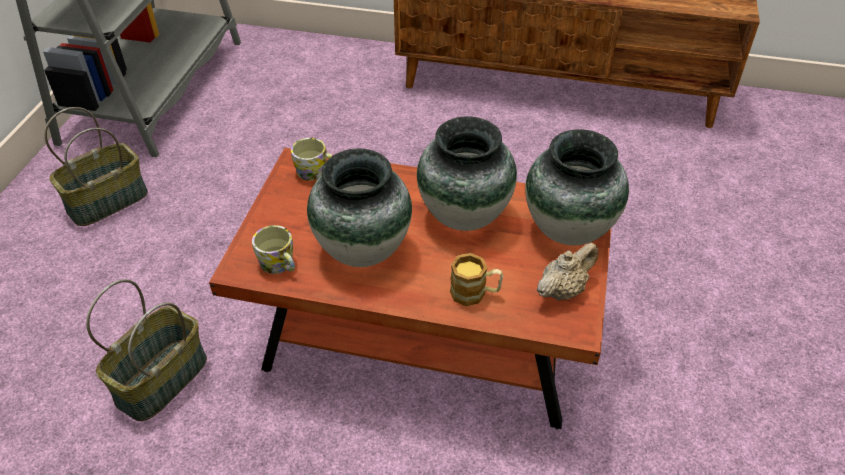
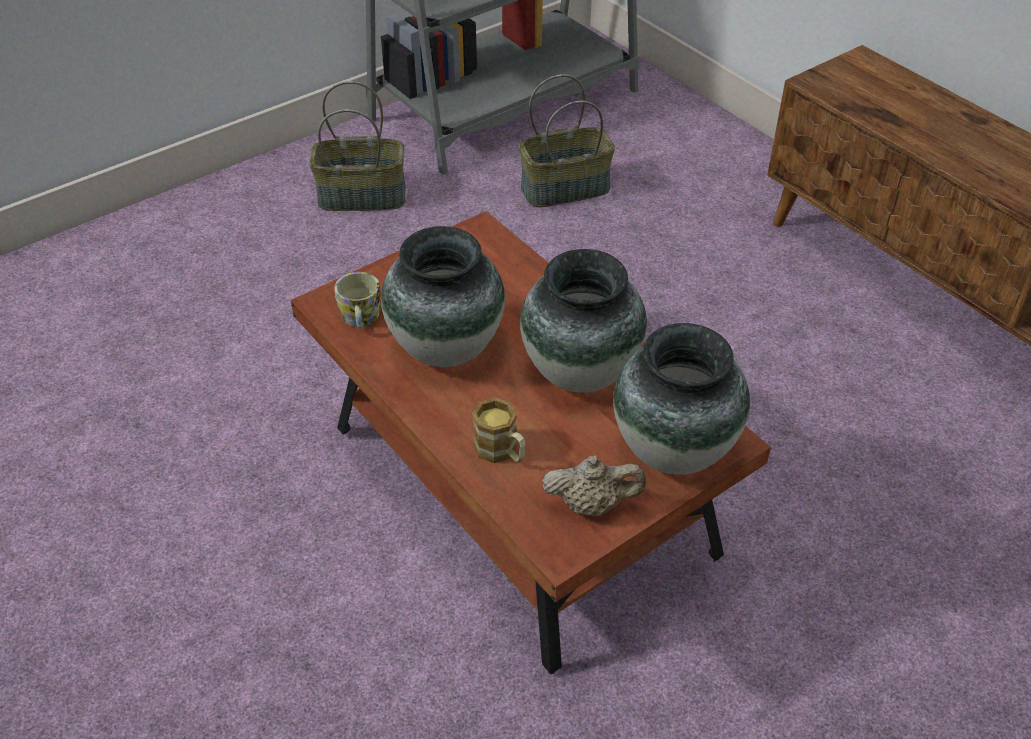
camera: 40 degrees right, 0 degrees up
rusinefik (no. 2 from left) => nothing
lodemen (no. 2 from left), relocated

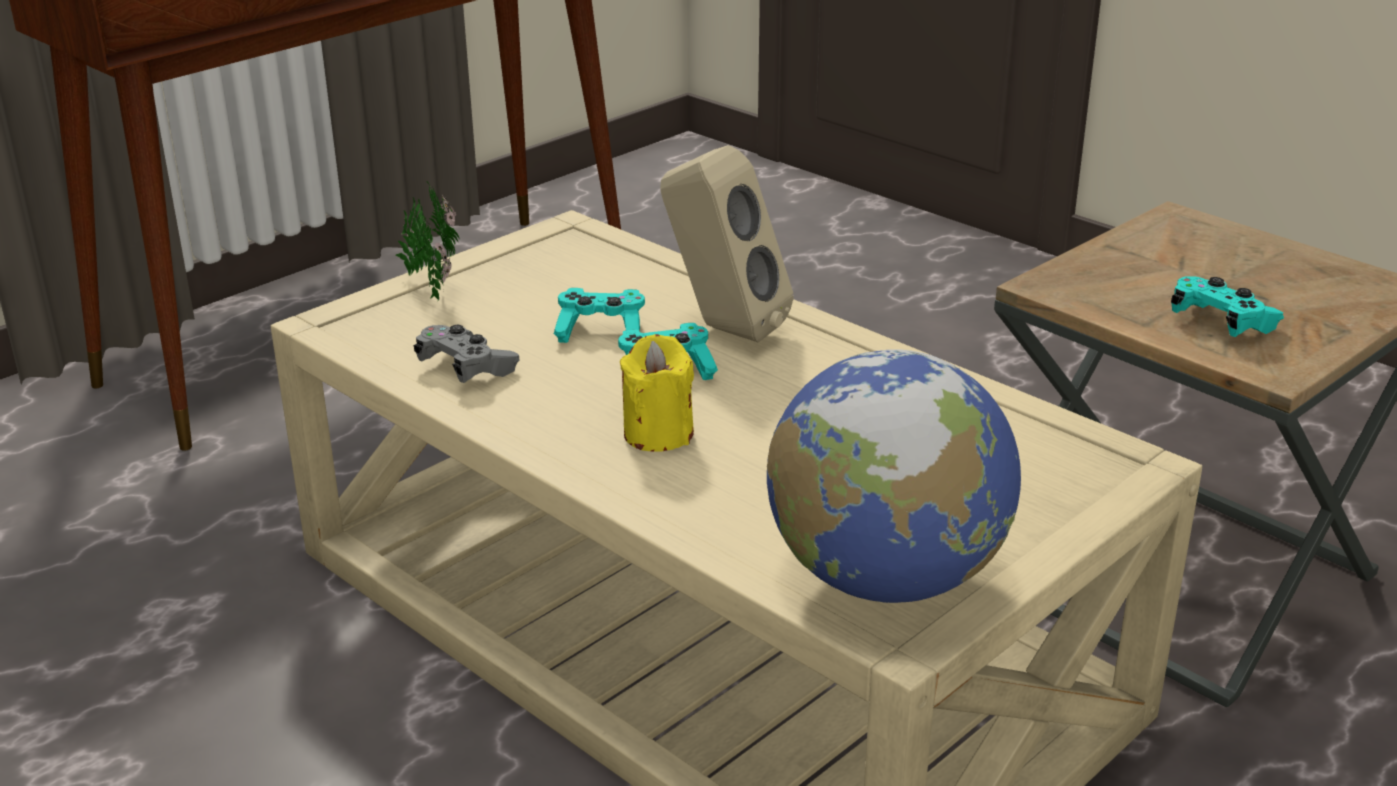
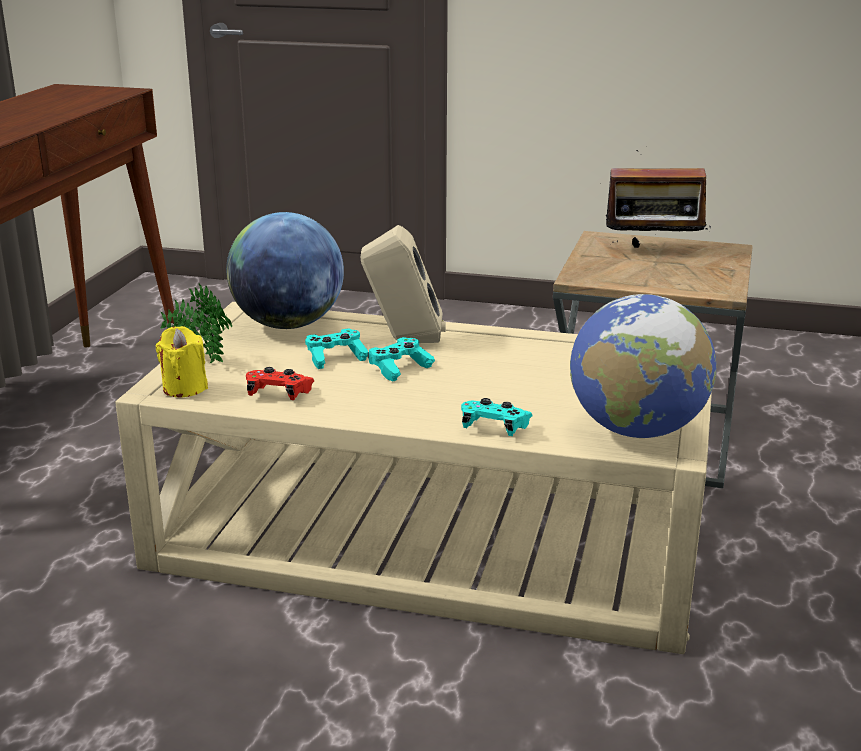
camera: 30 degrees left, 5 degrees down
nothing => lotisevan (no. 1 from left)
nothing => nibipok
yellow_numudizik, relocated
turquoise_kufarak (no. 3 from left), relocated
grey_kufarak => red_kufarak

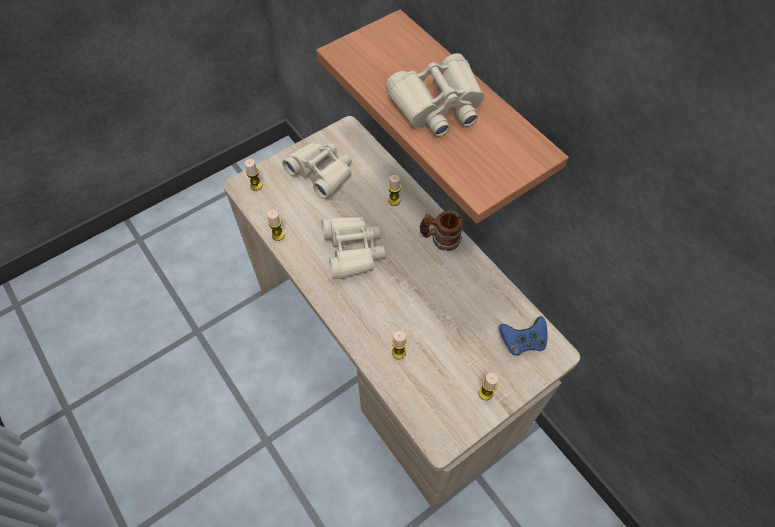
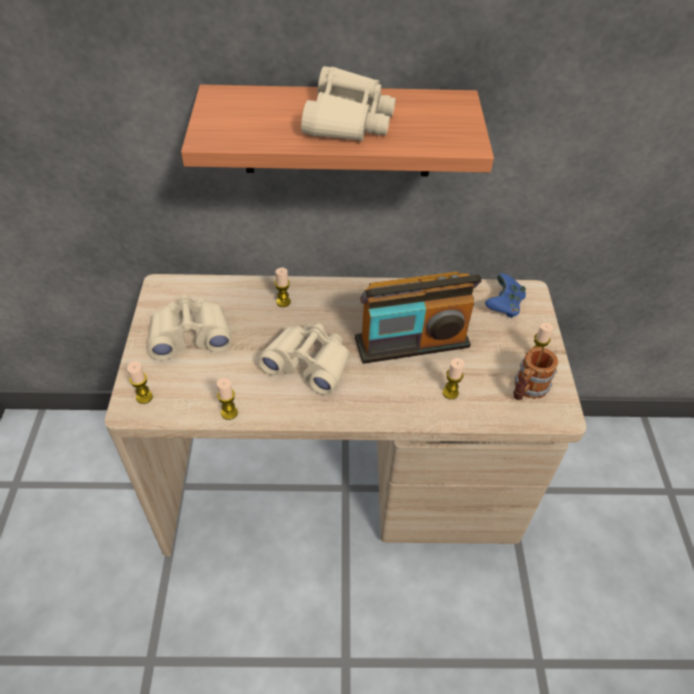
camera: 55 degrees left, 10 degrees down
nothing => nibipok
rusinefik, relocated

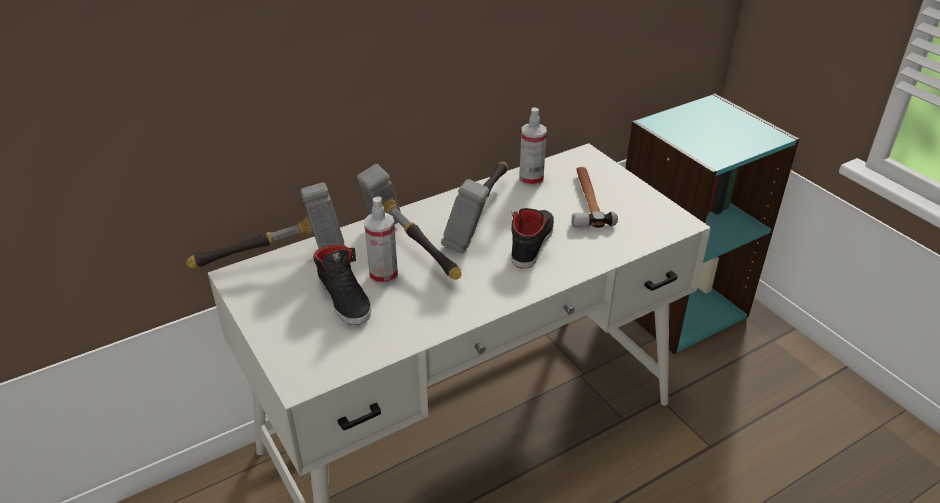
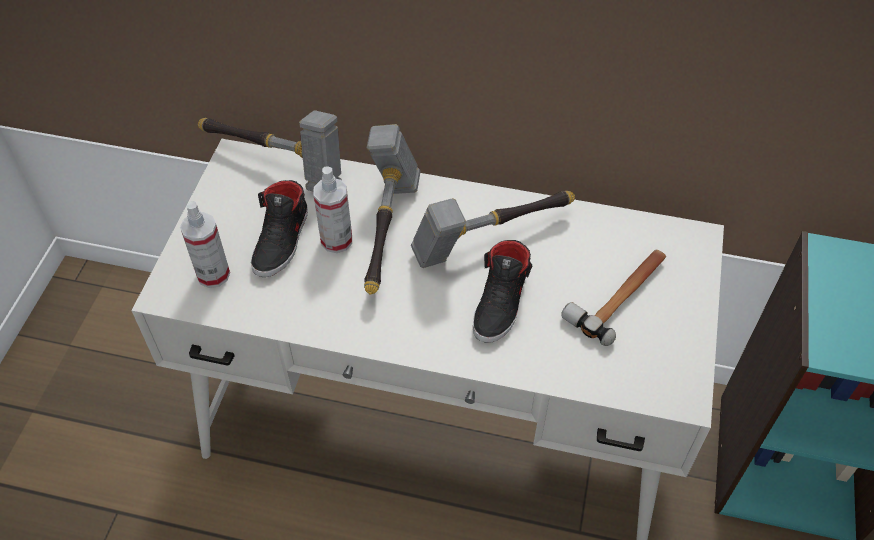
camera: 45 degrees right, 15 degrees up
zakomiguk (no. 2 from left in the first image) => zakomiguk (no. 1 from left), relocated
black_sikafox (no. 2 from left), 135 degrees clockwise

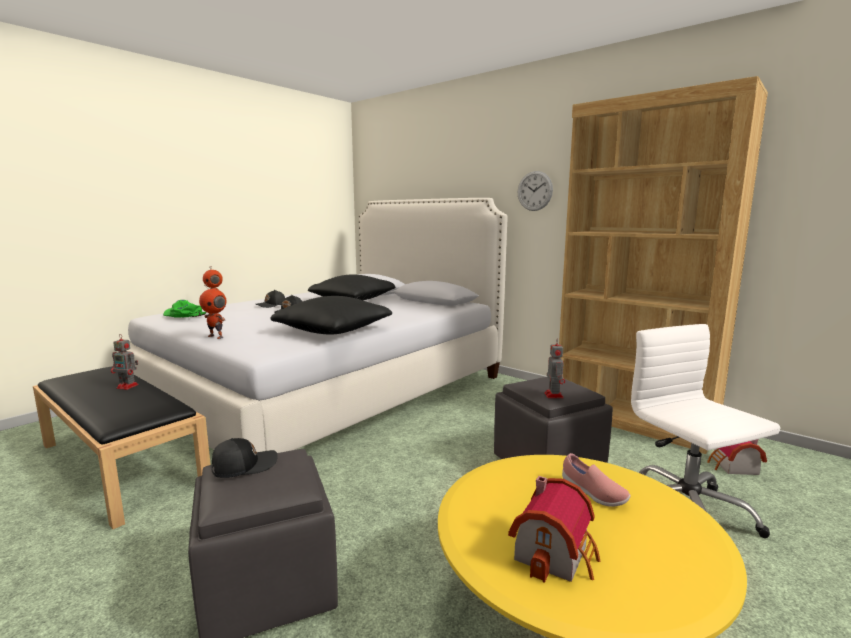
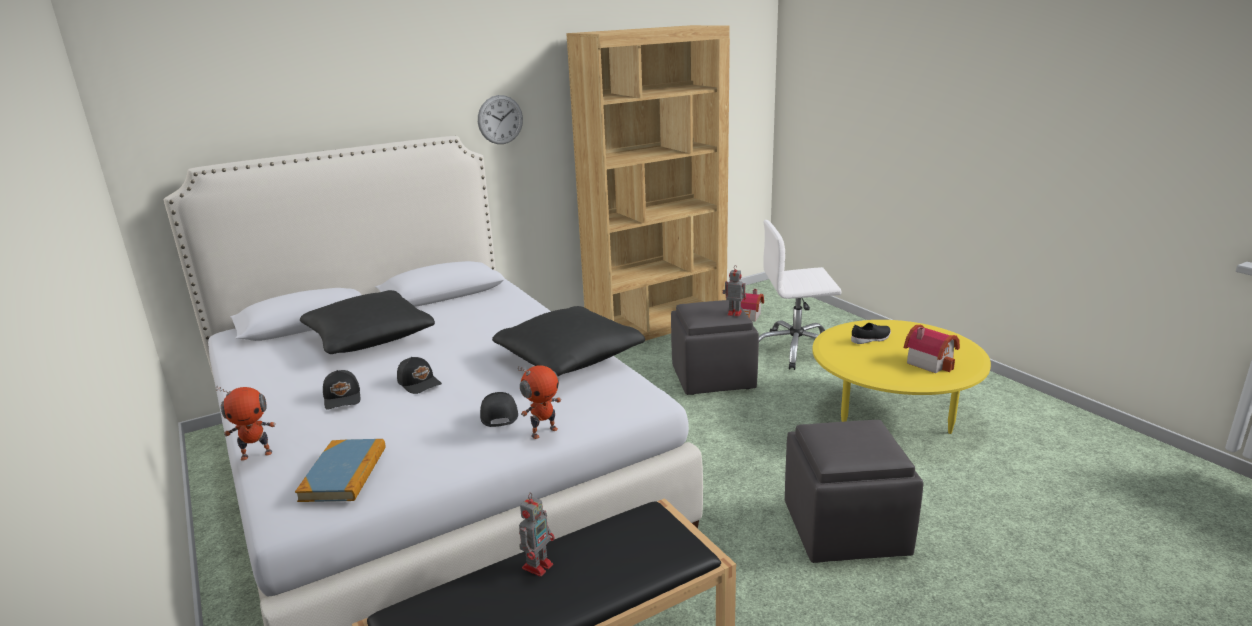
camera: 70 degrees left, 10 degrees up
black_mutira (no. 1 from left in the first image) => black_mutira (no. 3 from left), relocated
green_mutira => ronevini
pink_sikafox => black_sikafox

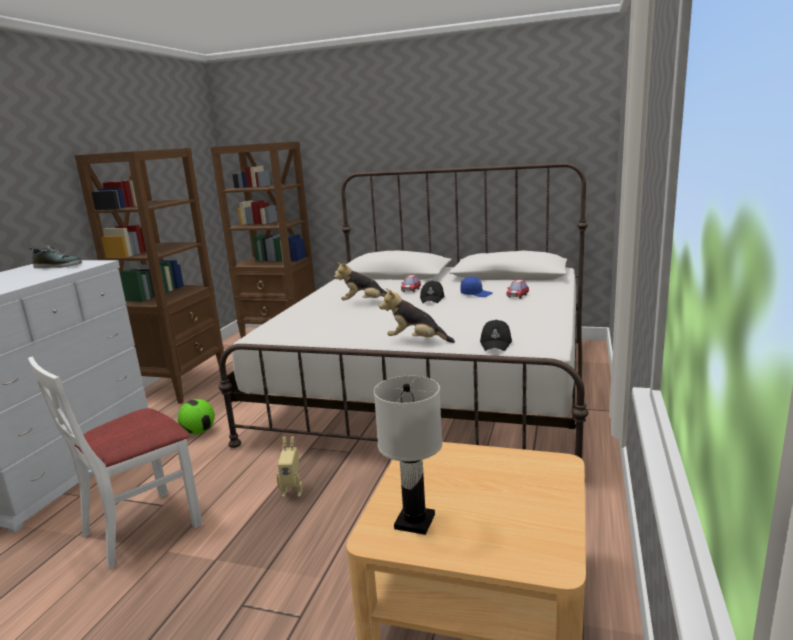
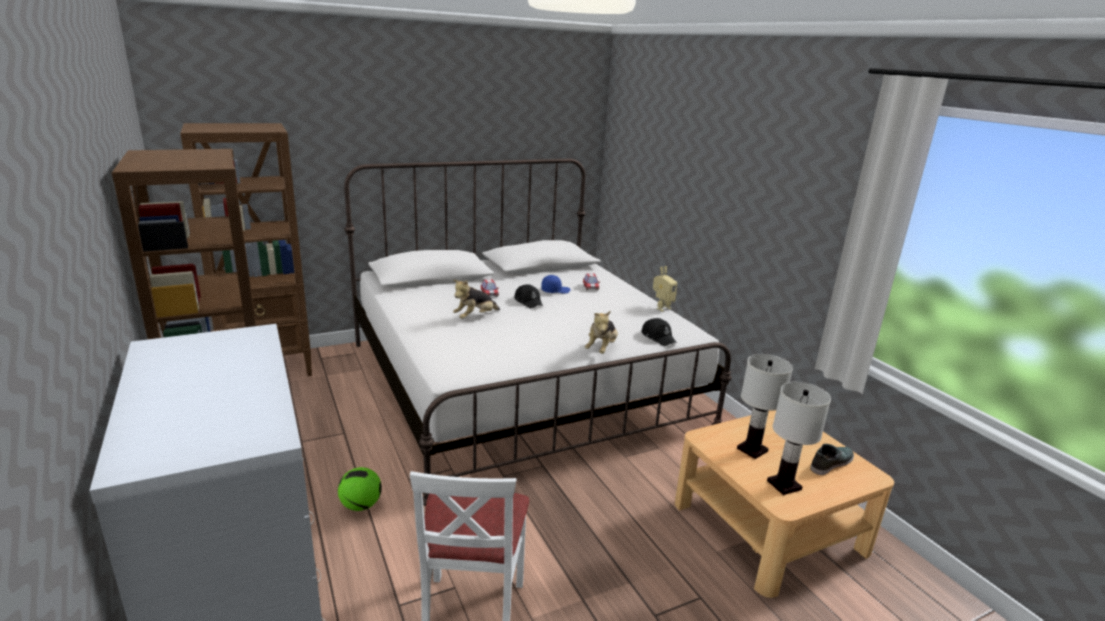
camera: 45 degrees left, 5 degrees up
nothing => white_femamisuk (no. 1 from left)
sikafox, relocated
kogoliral, relocated
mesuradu (no. 2 from left), 45 degrees counterclockwise

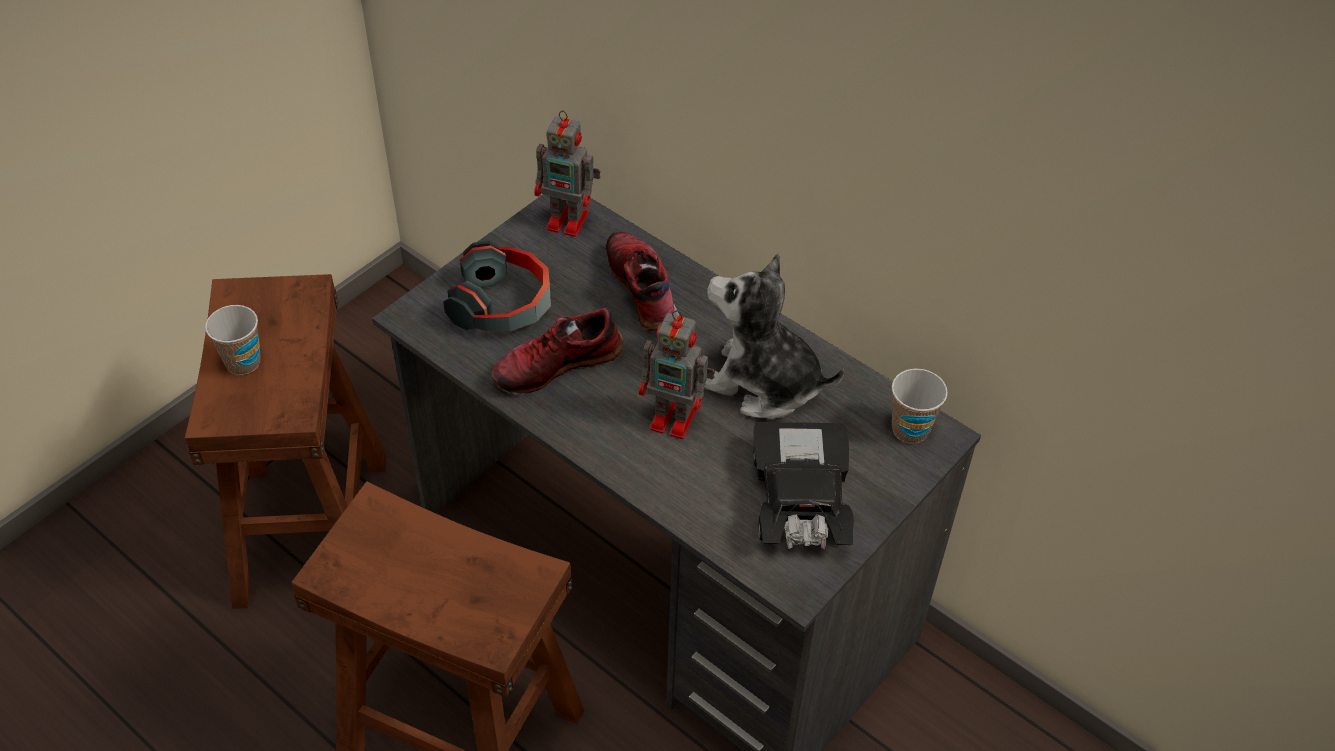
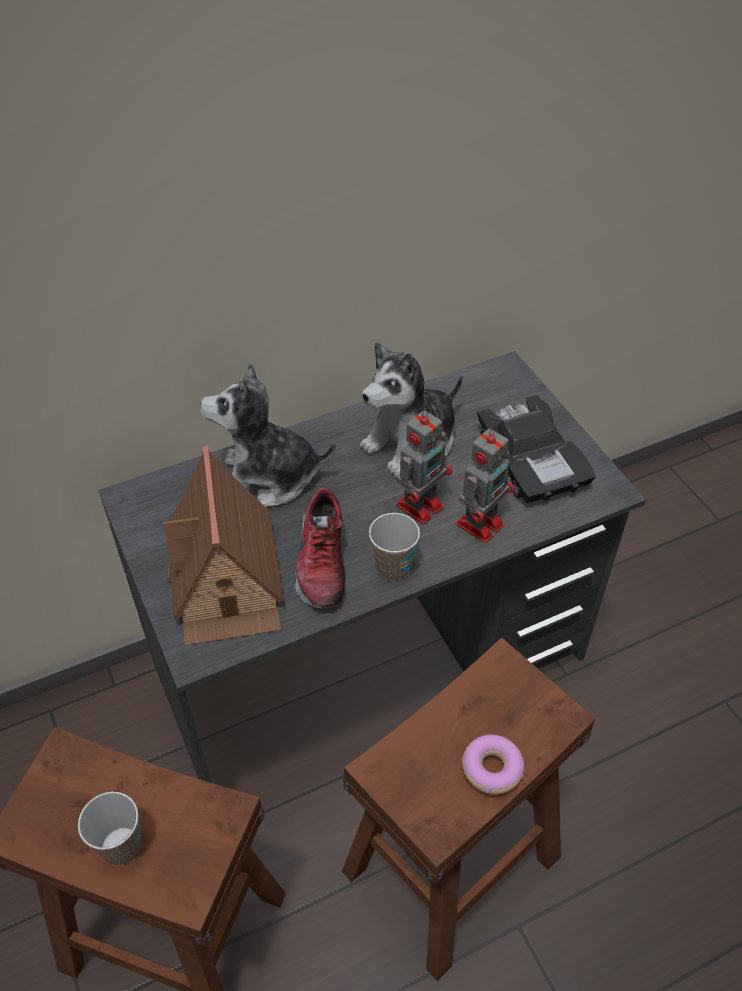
camera: 65 degrees left, 0 degrees up
nothing => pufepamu
kogoliral (no. 1 from left in the first image) => kogoliral (no. 2 from left), relocated
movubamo (no. 2 from left), relocated
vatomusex => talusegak
sikafox (no. 2 from left) => mesuradu (no. 1 from left)
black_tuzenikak, 135 degrees counterclockwise

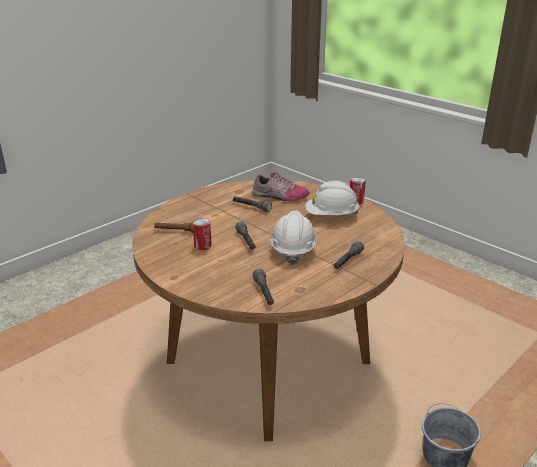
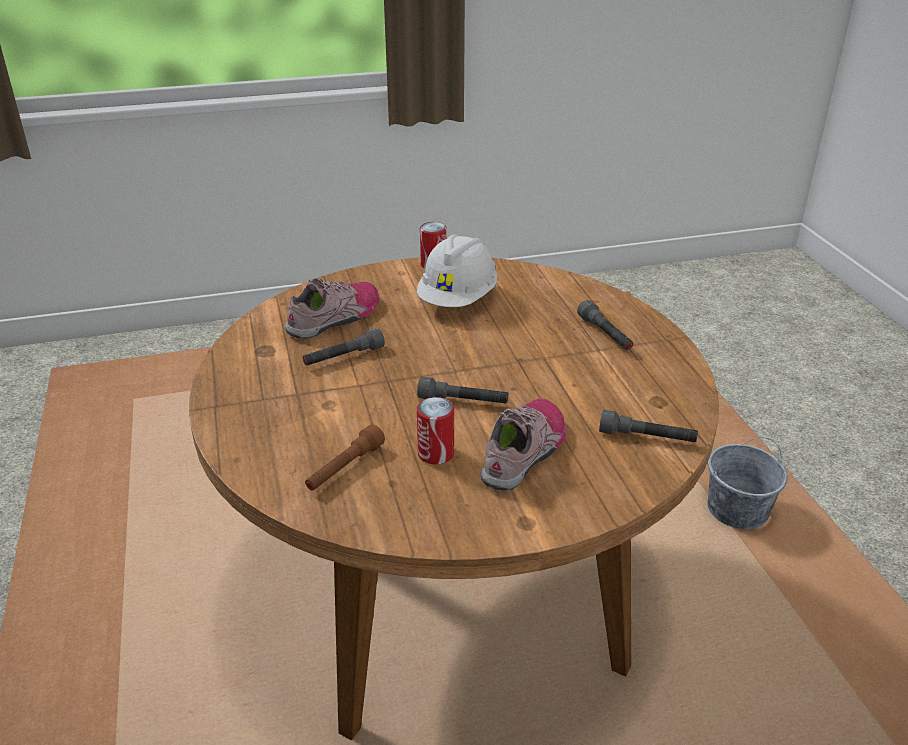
camera: 60 degrees left, 5 degrees up
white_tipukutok (no. 1 from left) => nothing
nothing => sikafox (no. 2 from left)

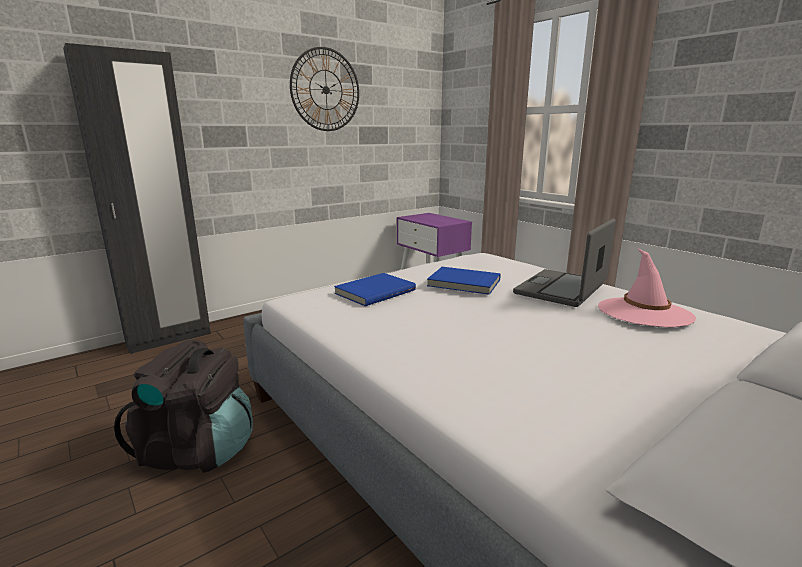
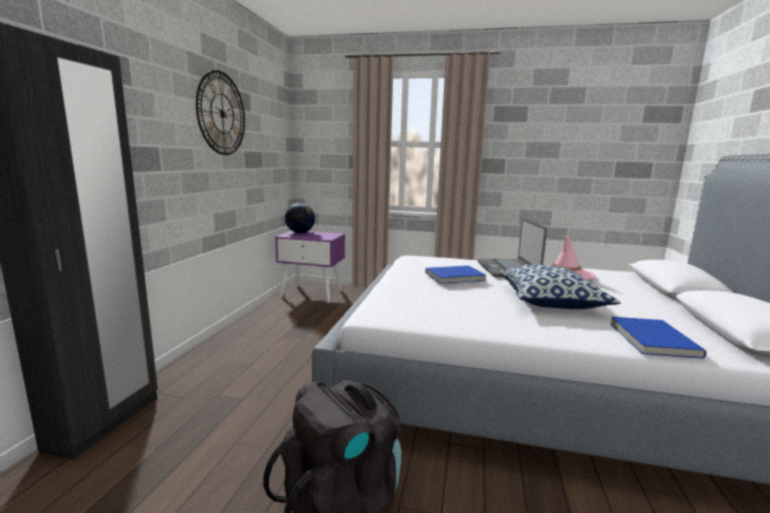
camera: 40 degrees left, 5 degrees down
nothing => lotisevan
nothing => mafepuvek
blue_ronevini (no. 1 from left in the first image) => blue_ronevini (no. 2 from left), relocated

